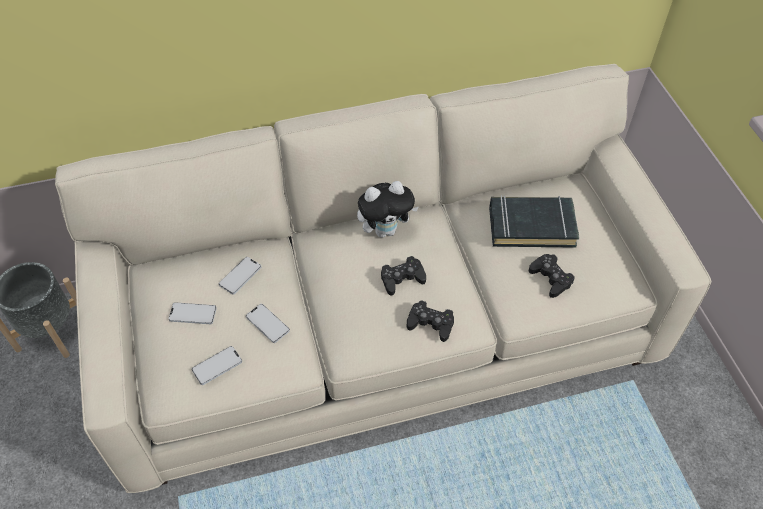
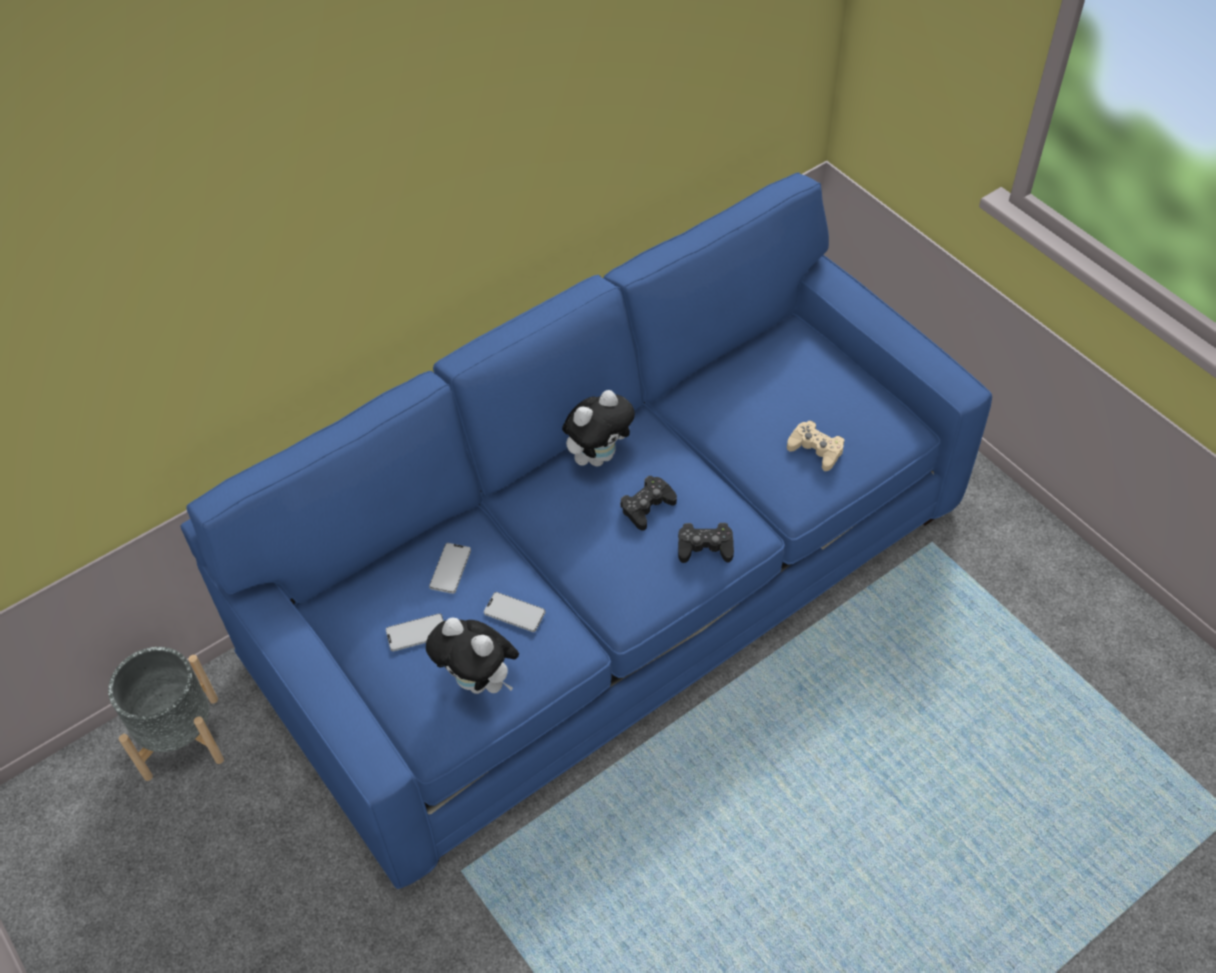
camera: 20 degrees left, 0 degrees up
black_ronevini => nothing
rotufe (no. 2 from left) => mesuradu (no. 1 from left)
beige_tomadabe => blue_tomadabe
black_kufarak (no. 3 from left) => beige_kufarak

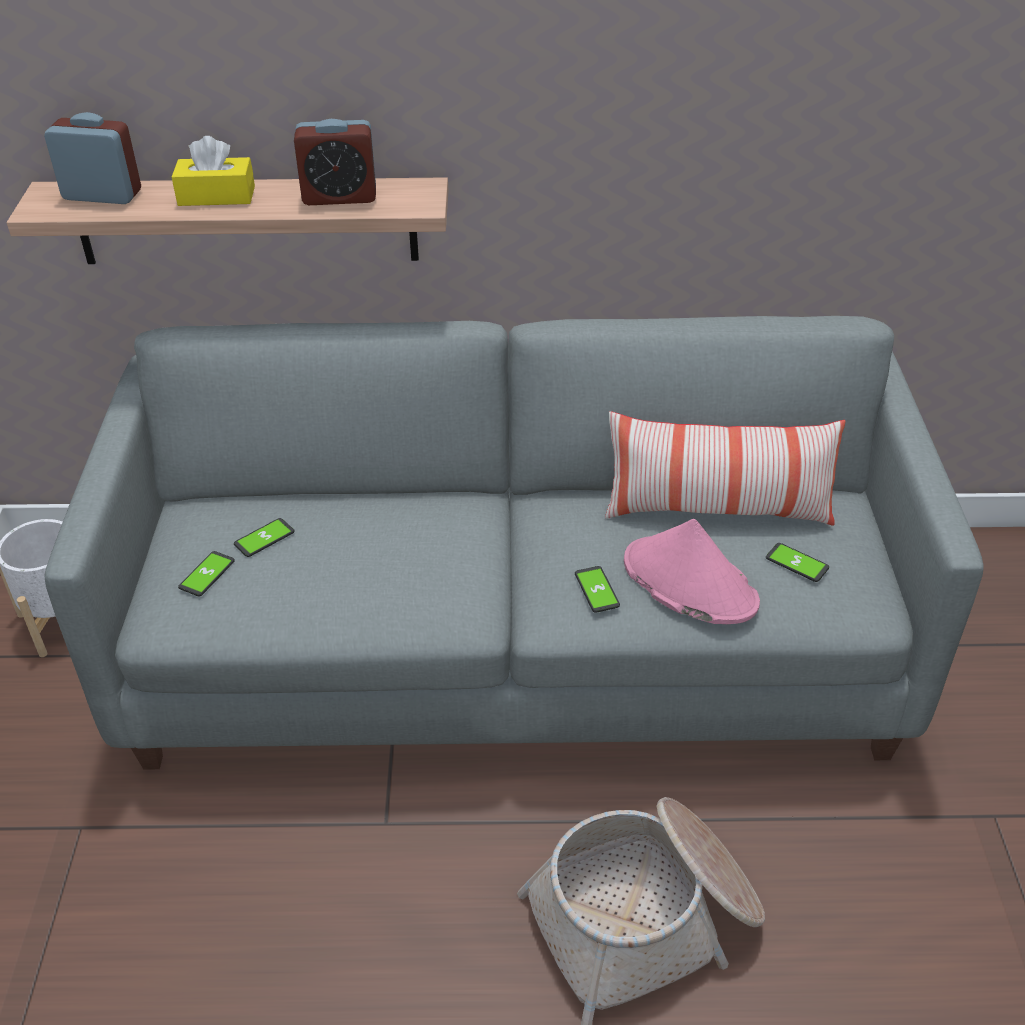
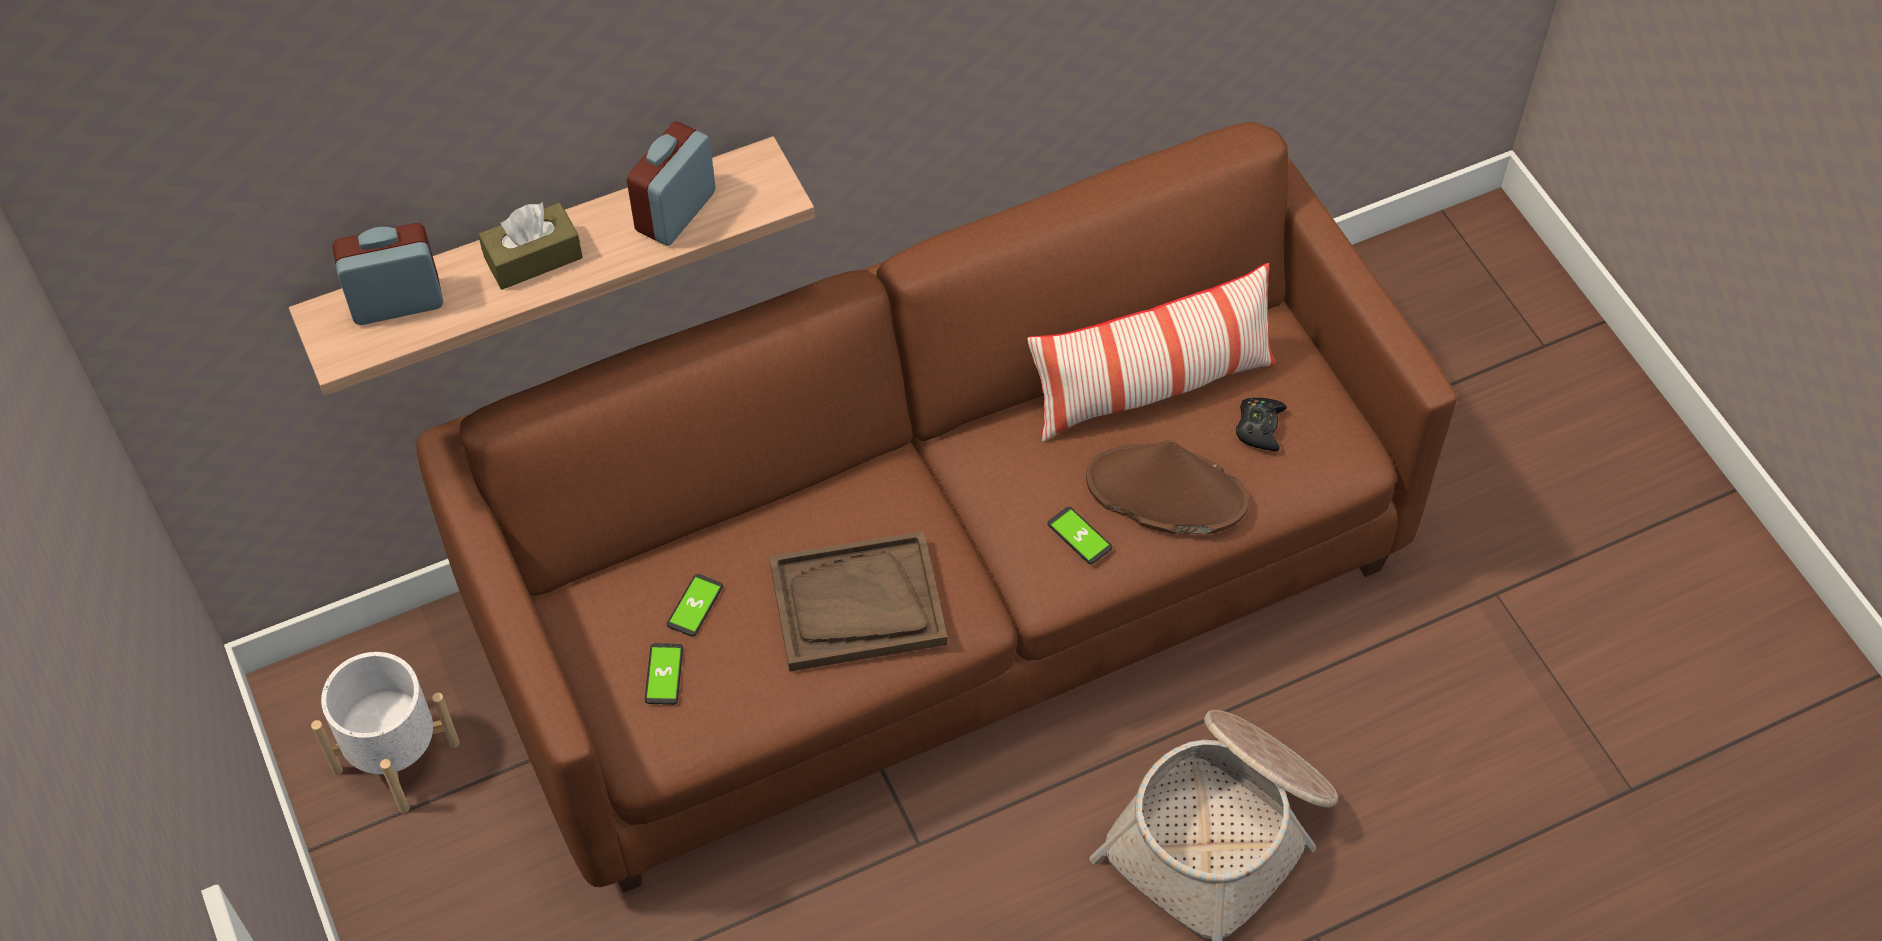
camera: 25 degrees left, 15 degrees up
nothing => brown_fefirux
rotufe (no. 4 from left) => black_kufarak
grey_tomadabe => brown_tomadabe
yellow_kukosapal => brown_kukosapal
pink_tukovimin => brown_tukovimin
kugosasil (no. 2 from left), 150 degrees clockwise

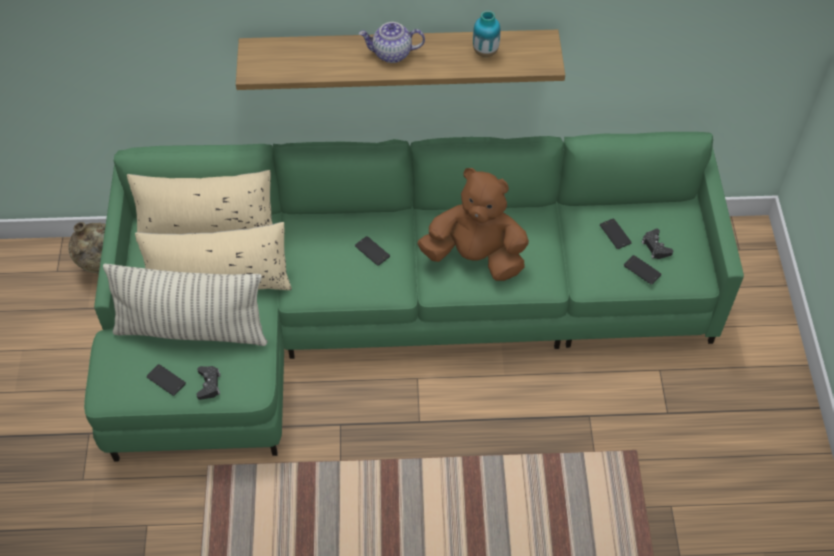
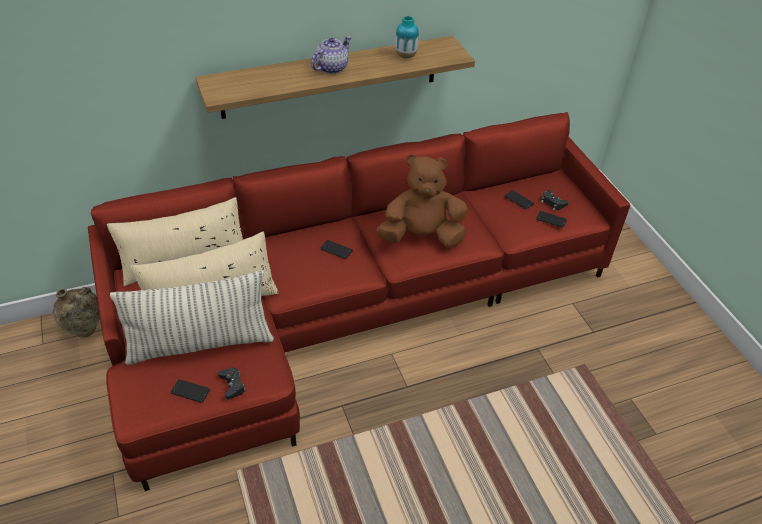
camera: 20 degrees left, 10 degrees down
green_tomadabe => red_tomadabe
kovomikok, 150 degrees clockwise

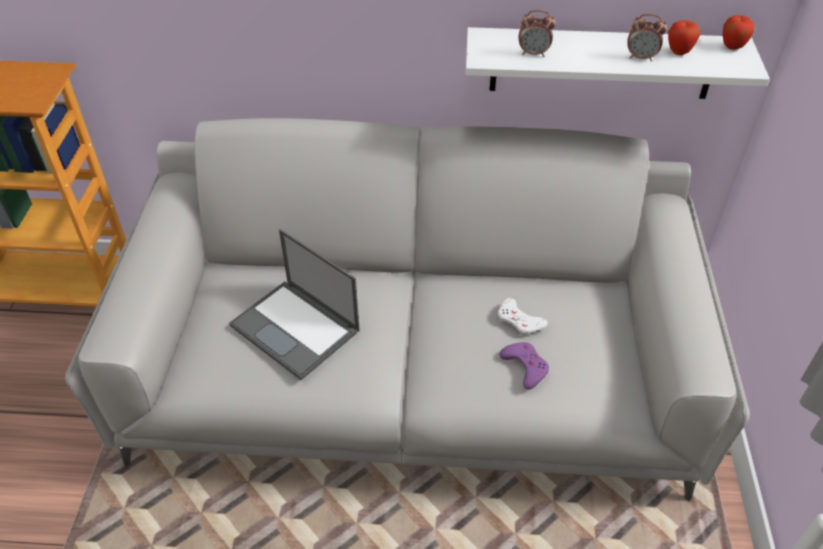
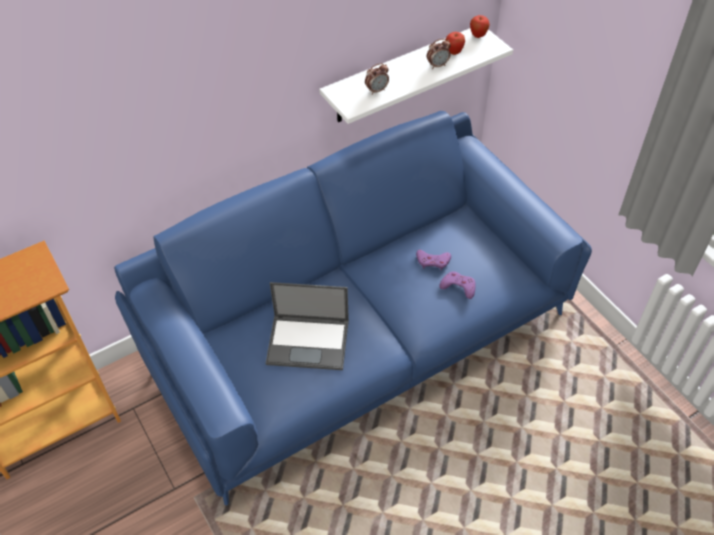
camera: 35 degrees left, 5 degrees up
grey_tomadabe => blue_tomadabe
white_kufarak => purple_kufarak (no. 1 from left)

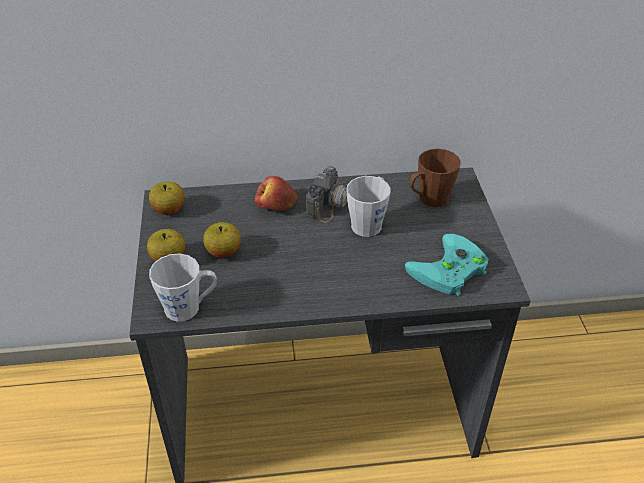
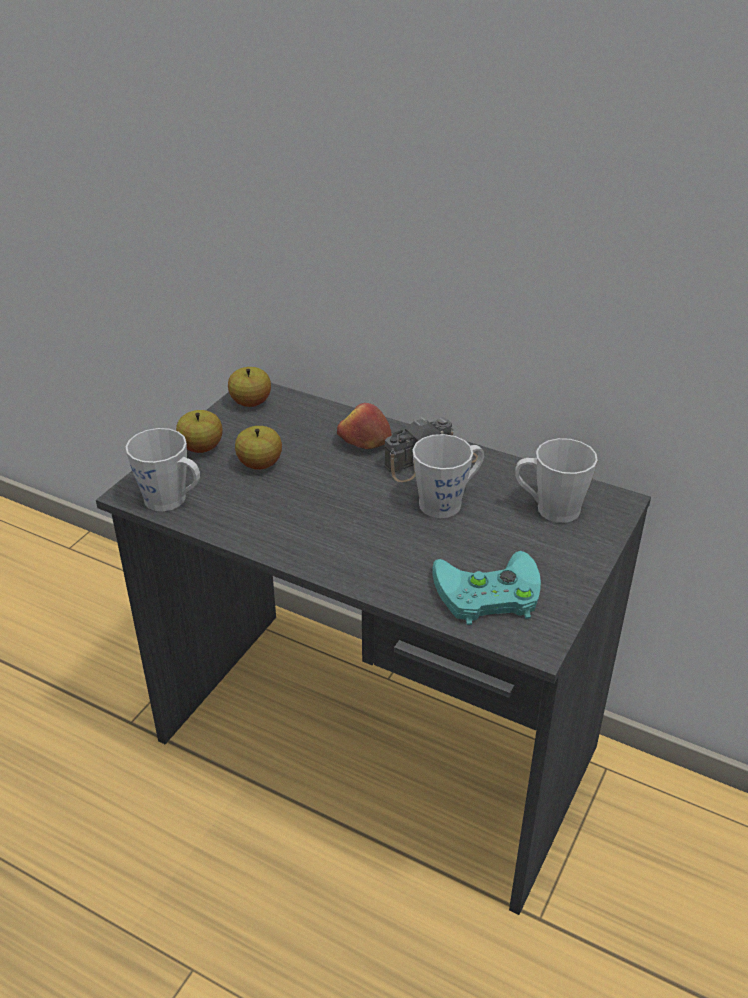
camera: 35 degrees right, 5 degrees down
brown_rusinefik => grey_rusinefik (no. 3 from left)

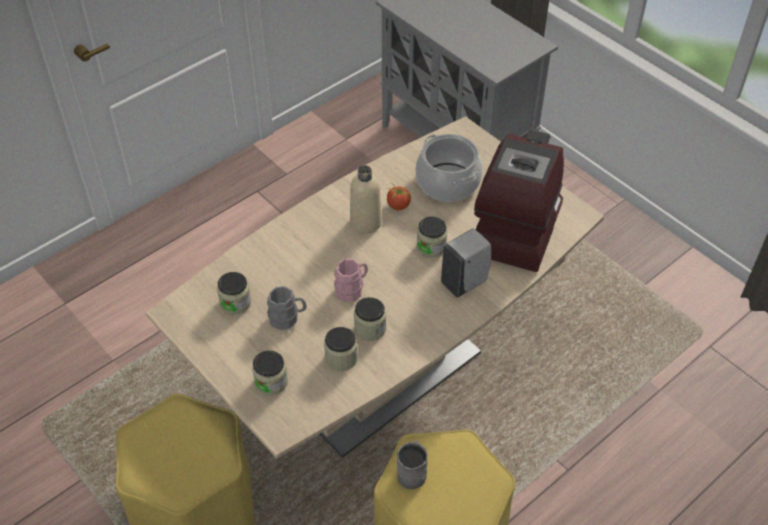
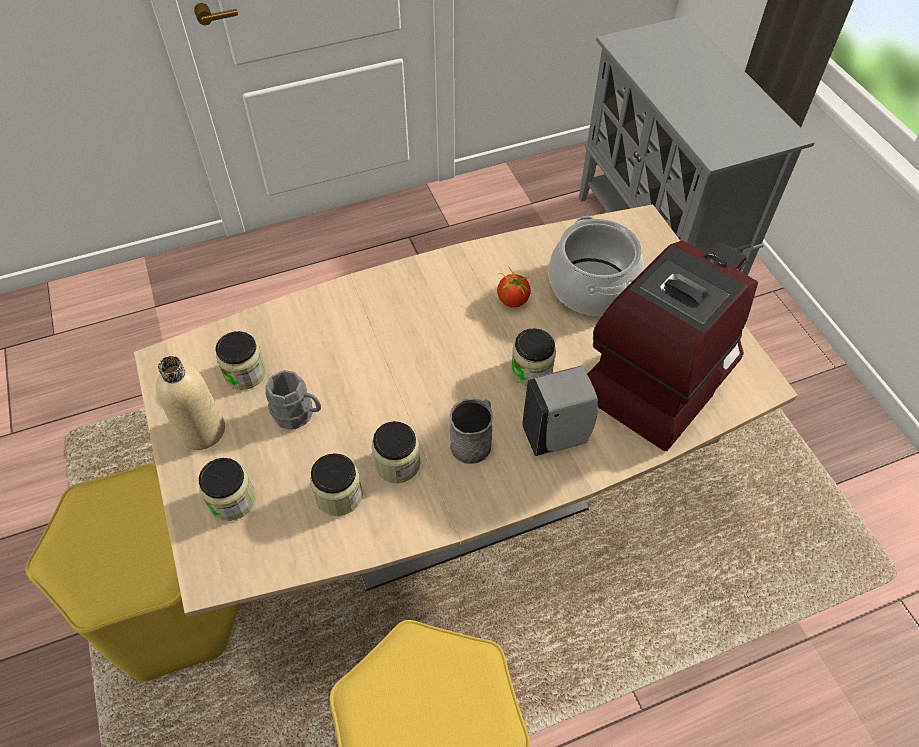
camera: 20 degrees right, 5 degrees up
pink_rusinefik => nothing
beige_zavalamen, relocated
grey_rusinefik (no. 2 from left), relocated

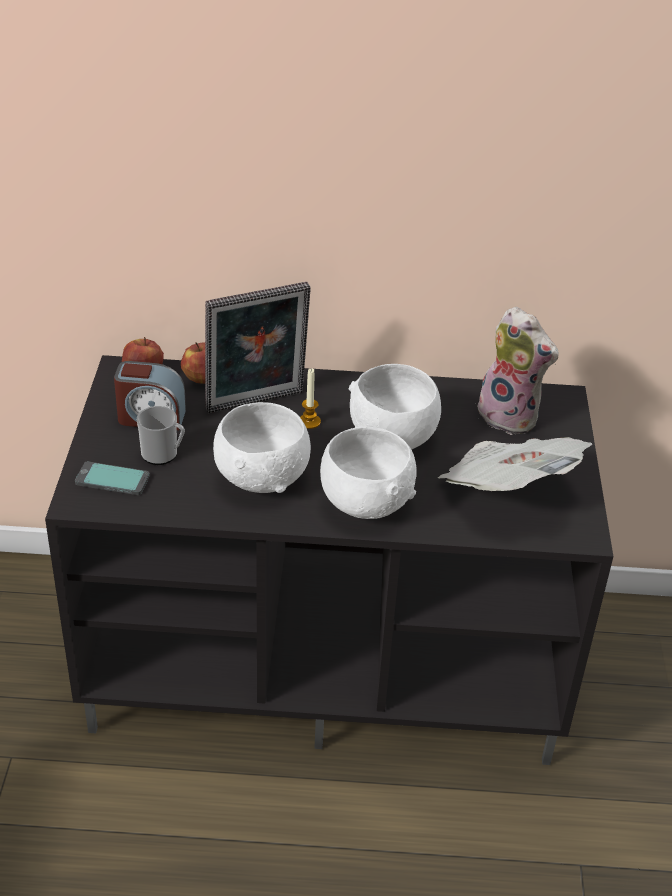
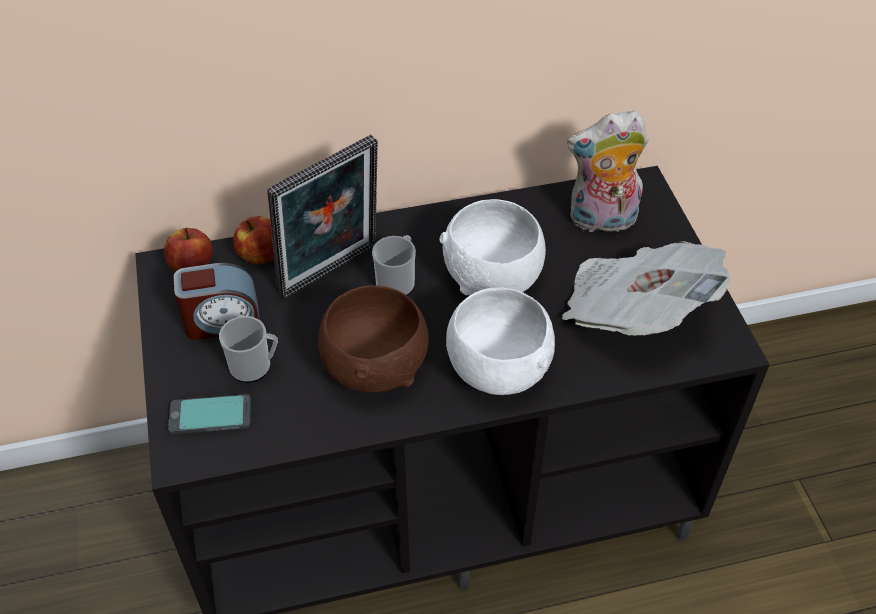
camera: 15 degrees left, 10 degrees up
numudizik => rusinefik (no. 2 from left)
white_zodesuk (no. 1 from left) => brown_zodesuk
mesuradu, 150 degrees clockwise

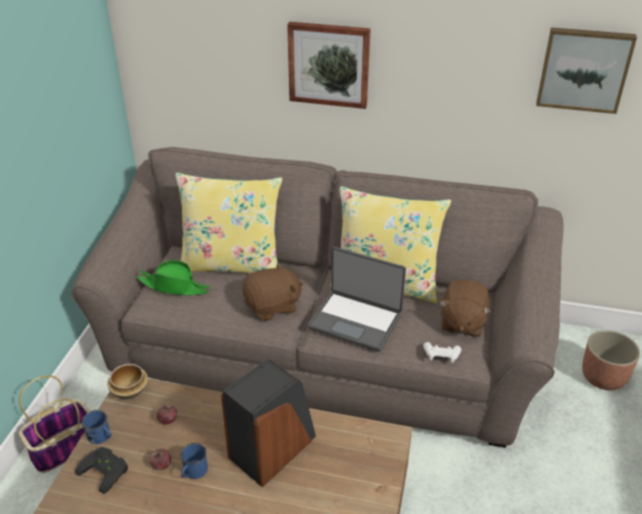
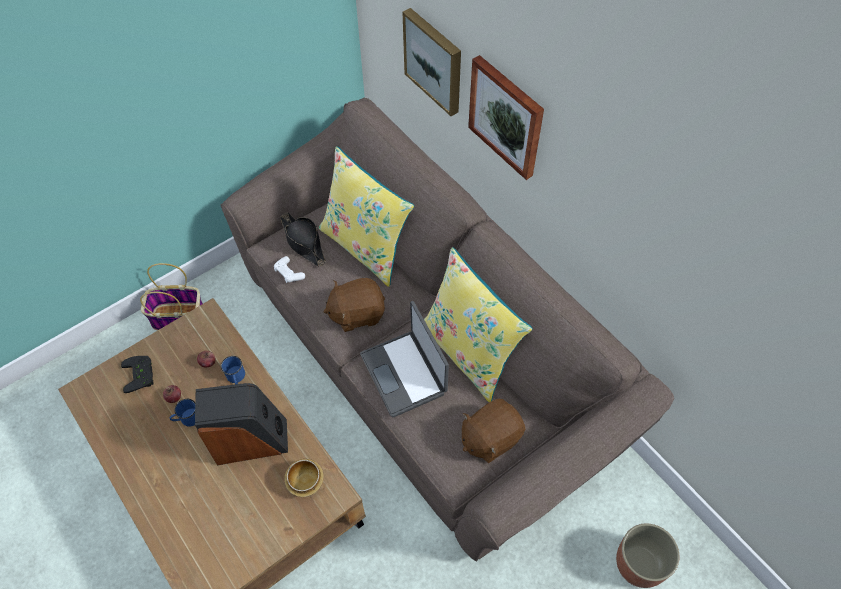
camera: 40 degrees right, 20 degrees up
blue_rusinefik (no. 1 from left in the first image) => blue_rusinefik (no. 2 from left), relocated
zodesuk, relocated
white_kufarak, relocated
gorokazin (no. 2 from left in the first image) => gorokazin (no. 1 from left), relocated
green_tukovimin => black_tukovimin
brown_mesuradu (no. 1 from left), 150 degrees clockwise

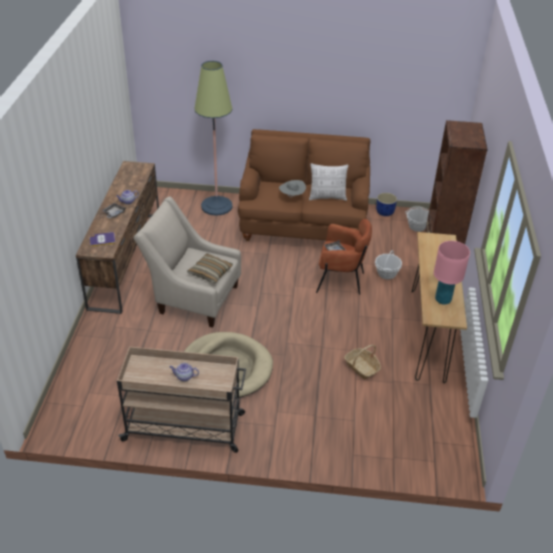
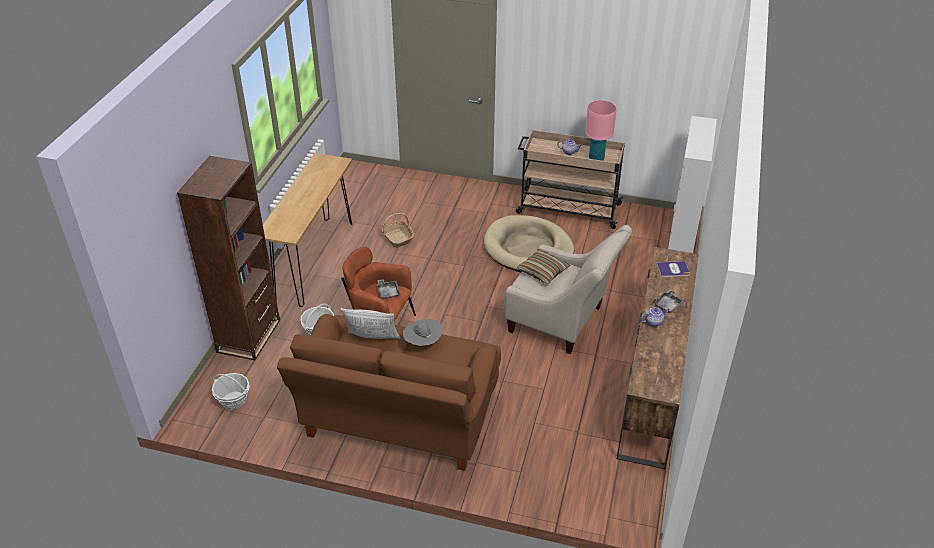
camera: 170 degrees left, 0 degrees up
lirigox => nothing
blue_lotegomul => nothing
nothing => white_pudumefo
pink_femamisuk, relocated

